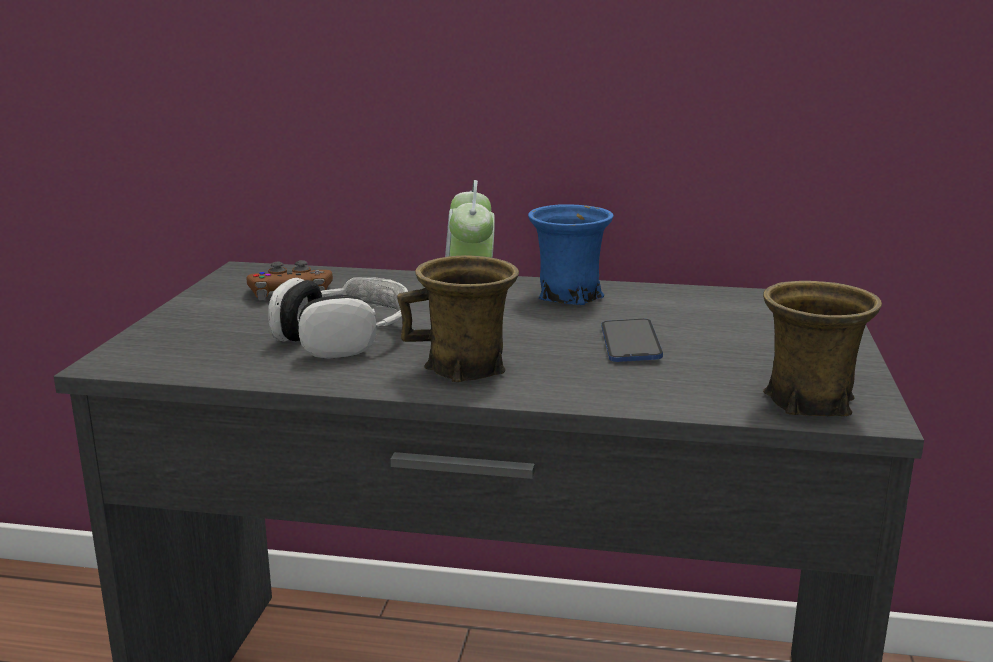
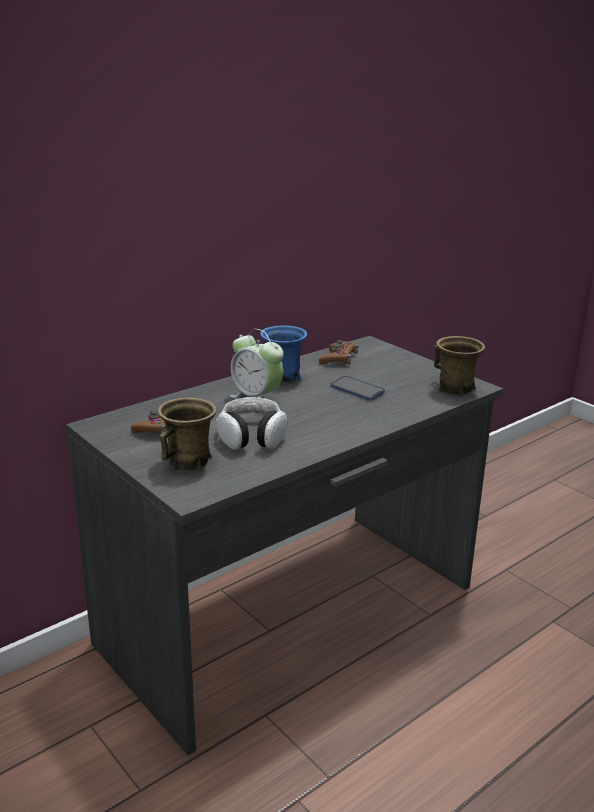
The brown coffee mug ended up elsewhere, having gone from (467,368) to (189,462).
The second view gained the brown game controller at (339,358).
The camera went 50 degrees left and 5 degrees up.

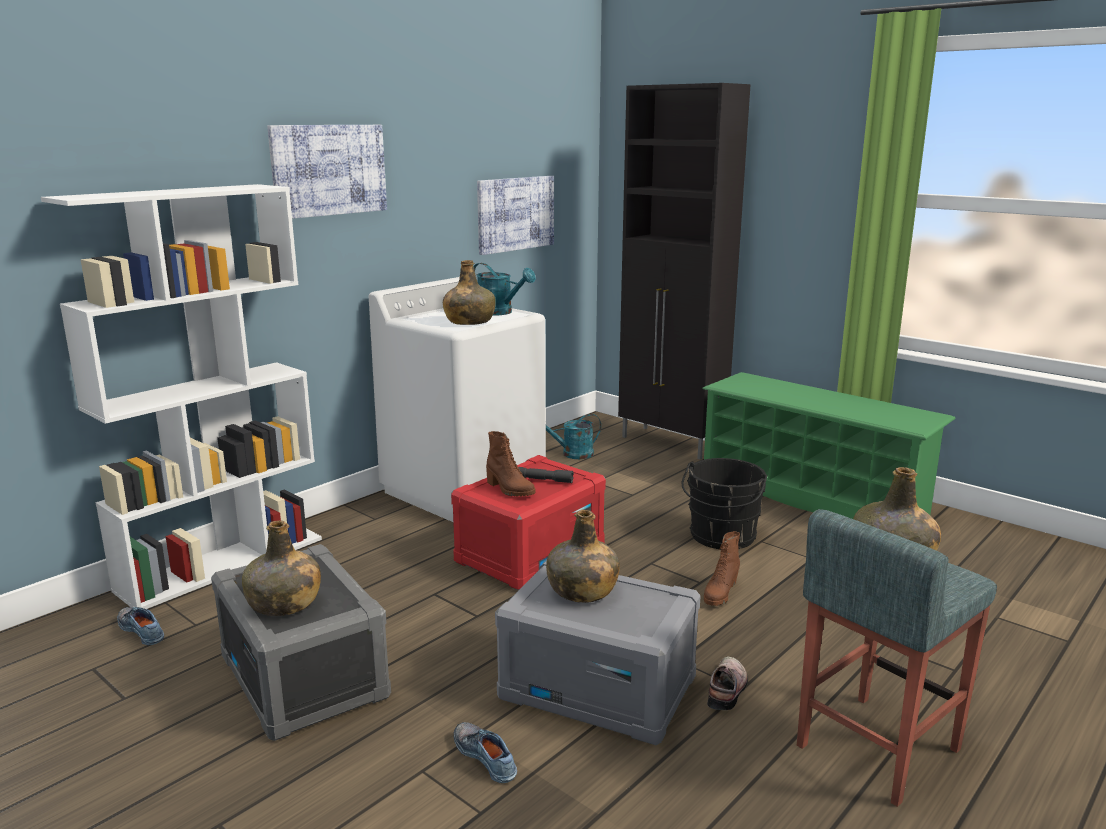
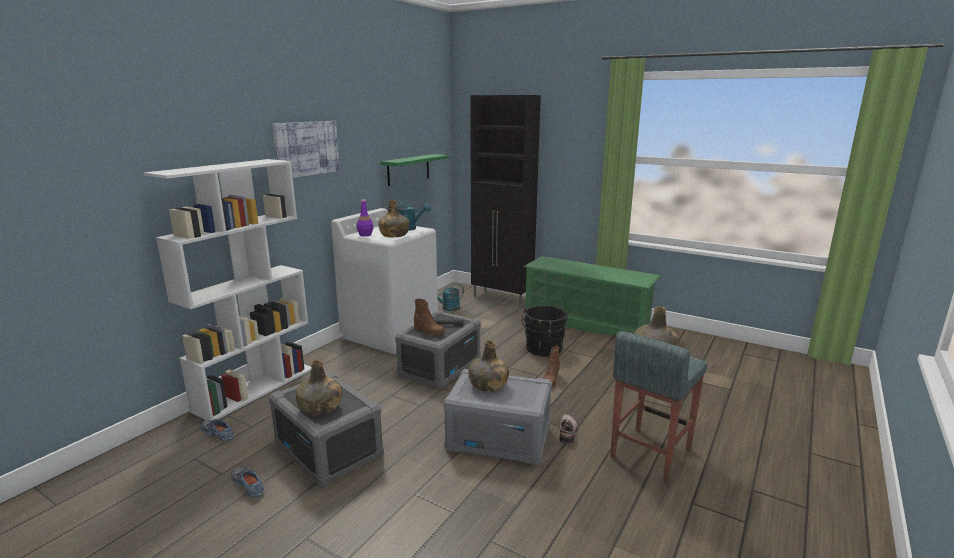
What was the reddish storage bin at (530,553) turned into the greyish storage bin at (439,367).
The low shoe ended up elsewhere, having gone from (487,757) to (249,484).
Where the wall picture hung at (515,214), the green-coloured shelf came to hang at (408,169).
The second view gained the purple bottle at (365,235).
The camera went 10 degrees left and 0 degrees up.

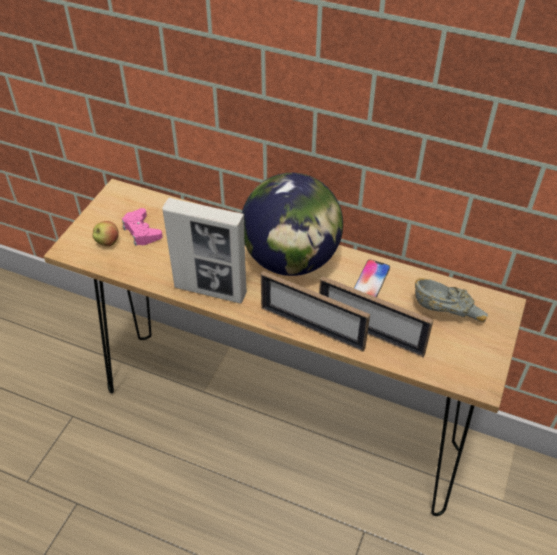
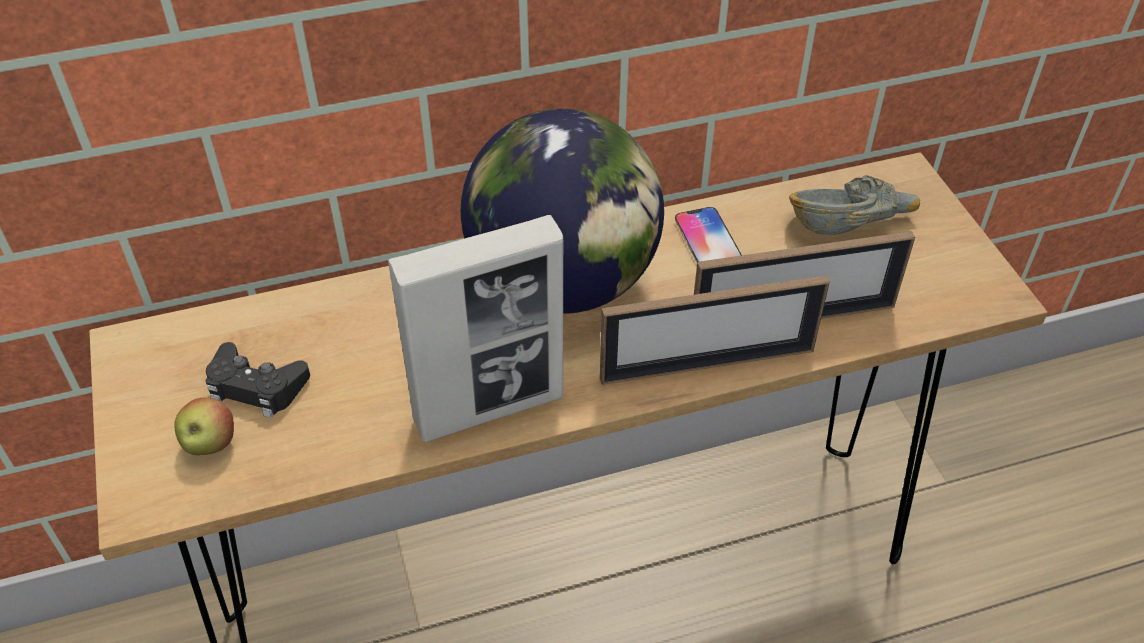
What was the pink game controller at (141,231) turned into the black-coloured game controller at (256,387).
The camera went 40 degrees left and 0 degrees up.

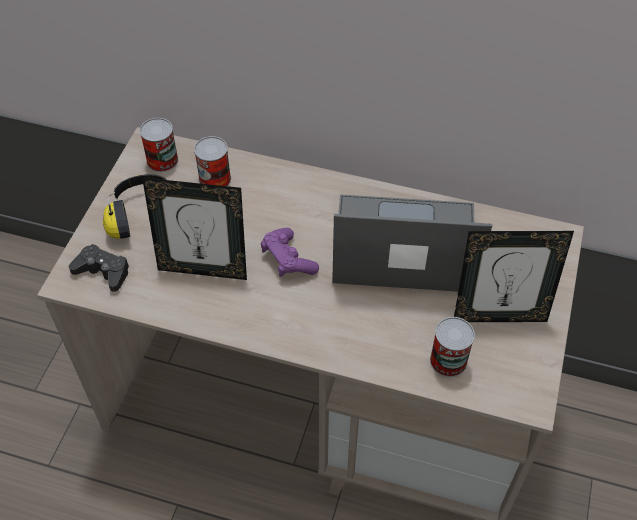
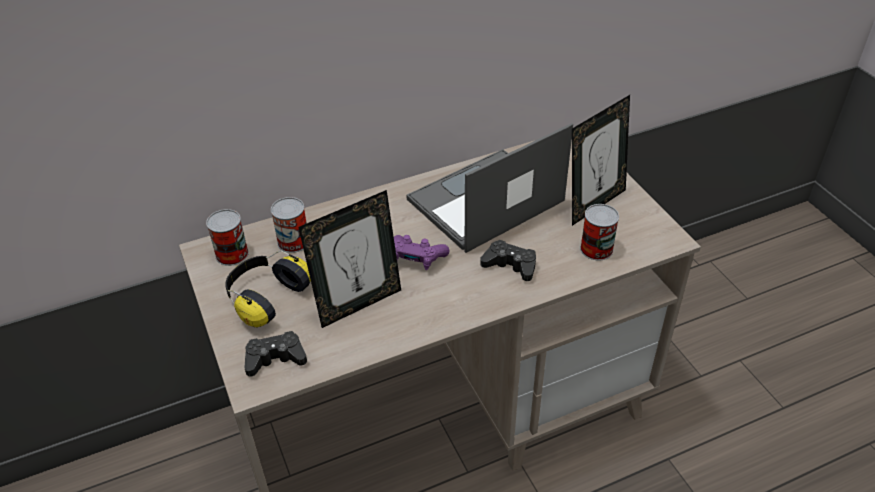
The second view gained the black-coloured game controller at (510,265).
The camera went 40 degrees left and 10 degrees down.

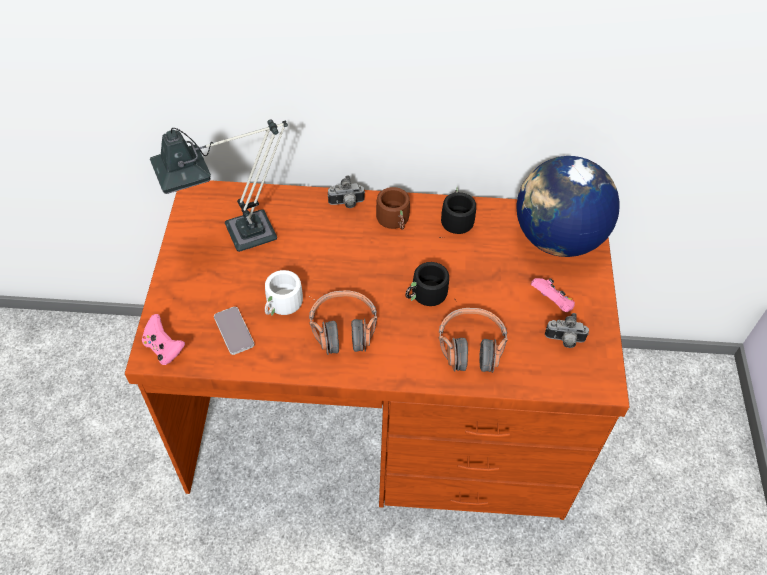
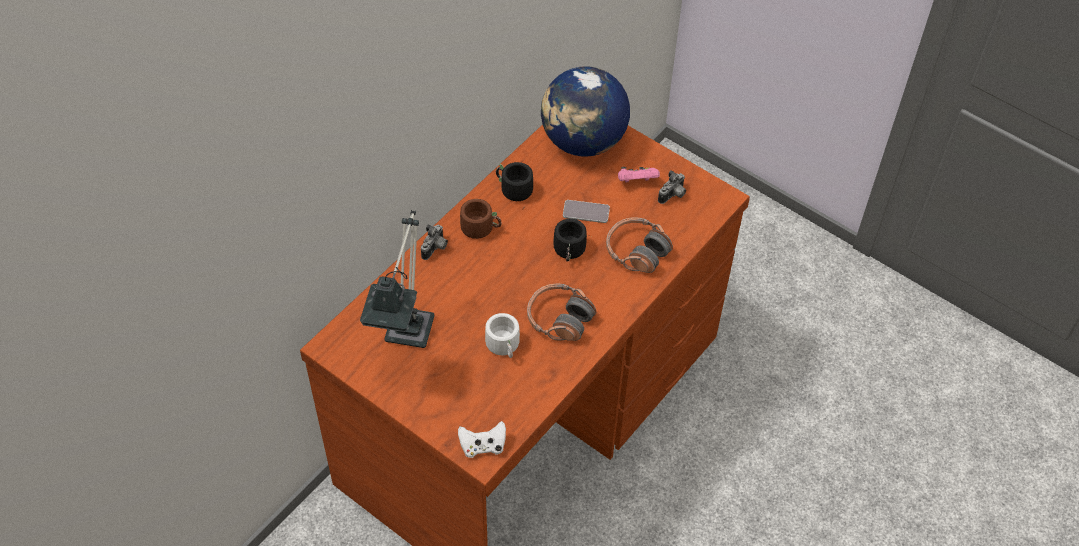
What was the pink game controller at (164,348) turned into the whitish game controller at (483,446).
The telephone ended up elsewhere, having gone from (234,331) to (586,212).
The camera went 55 degrees left and 0 degrees up.

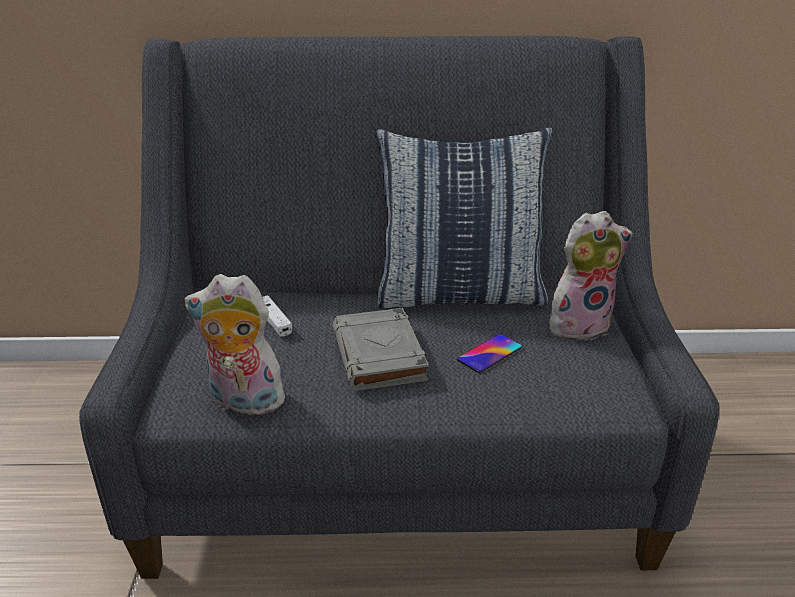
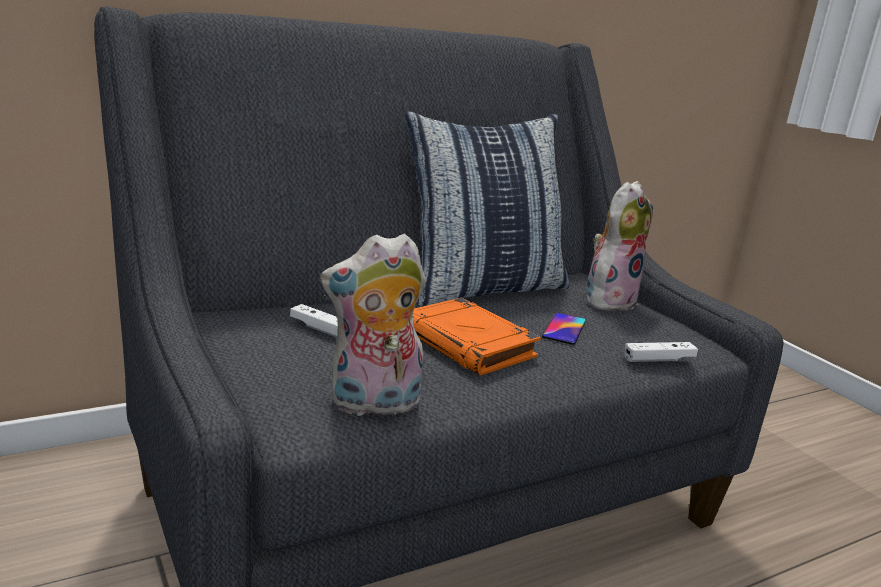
What was the greyish bound book at (379,356) turned into the orange bound book at (469,344).
The second view gained the whitish game controller at (659,359).
The camera went 30 degrees left and 10 degrees down.

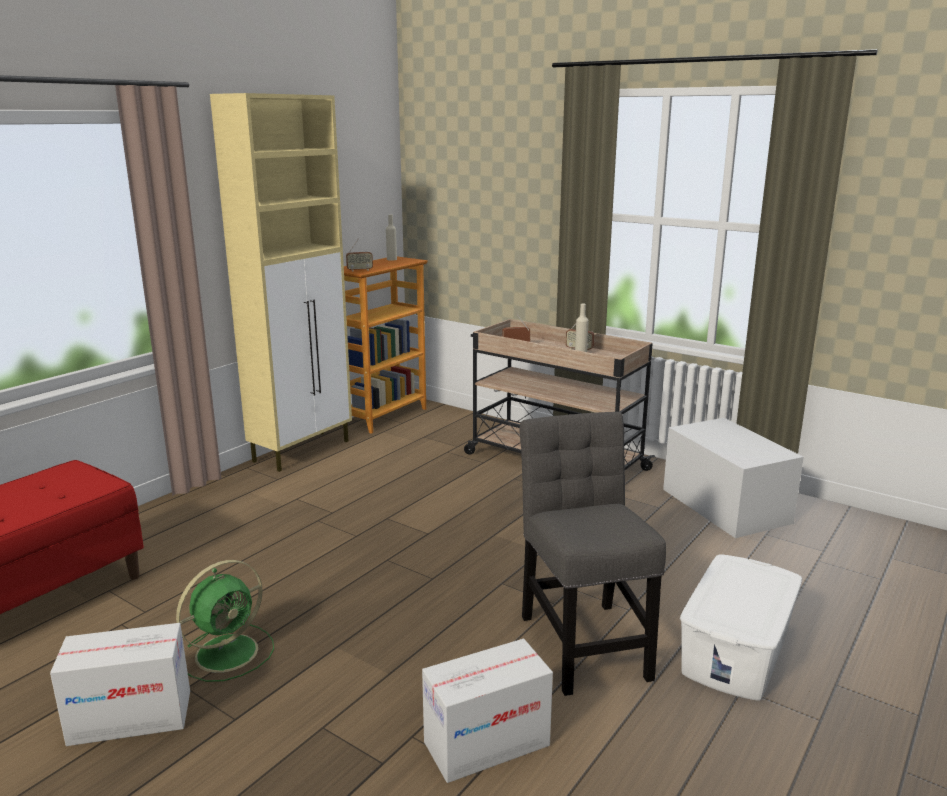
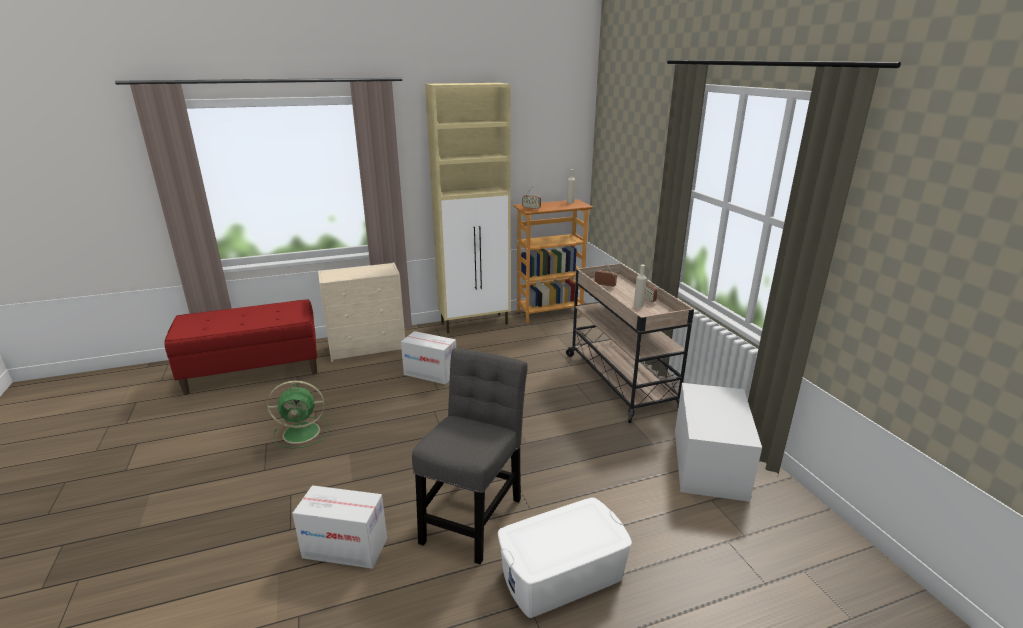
The cardboard box ended up elsewhere, having gone from (131,717) to (430,373).
The second view gained the beige chest of drawers at (368,348).
The camera went 35 degrees right and 5 degrees up.

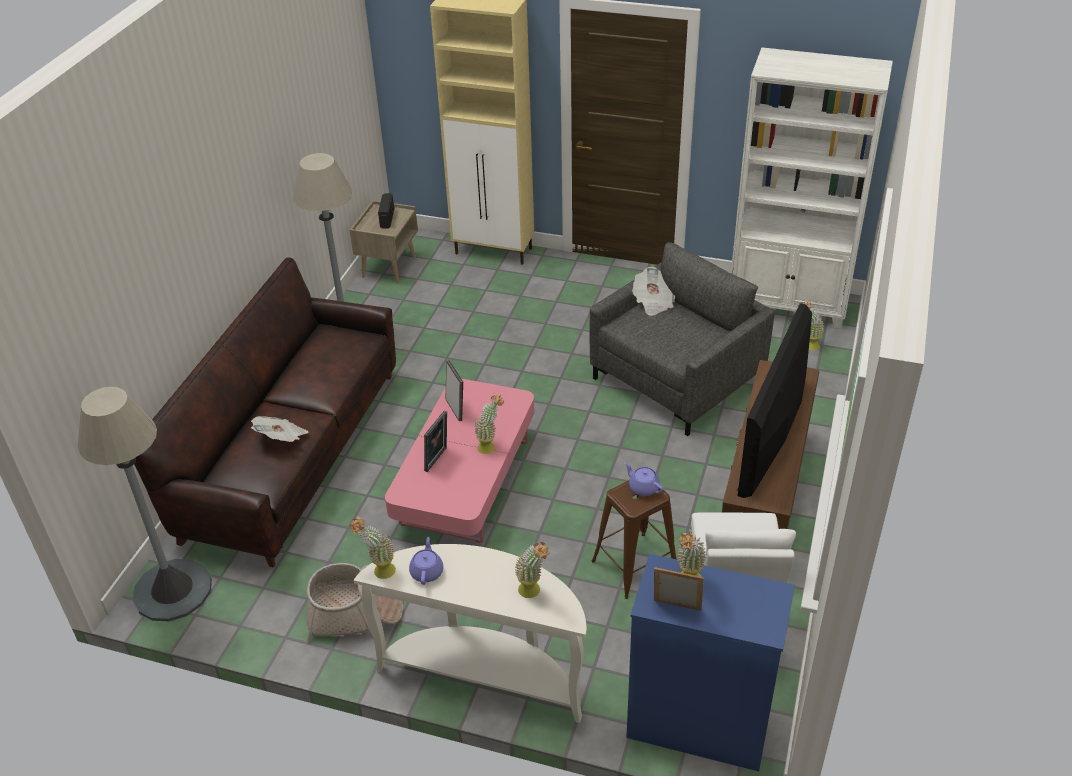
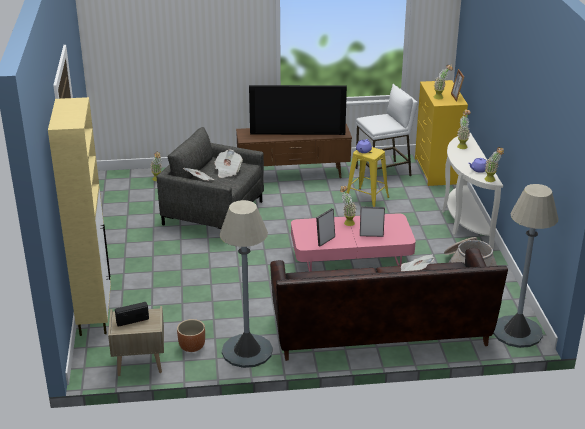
What was the brown stool at (635,565) turned into the yellow-coloured stool at (366,199).
What was the bluish chest of drawers at (697,723) turned into the yellow-coloured chest of drawers at (437,171).
The second view lost the whitish shelving unit at (789,305).
The second view gained the brown flower pot at (192,346).
The second view gained the daily paper at (227,171).
The camera went 115 degrees left and 10 degrees down.

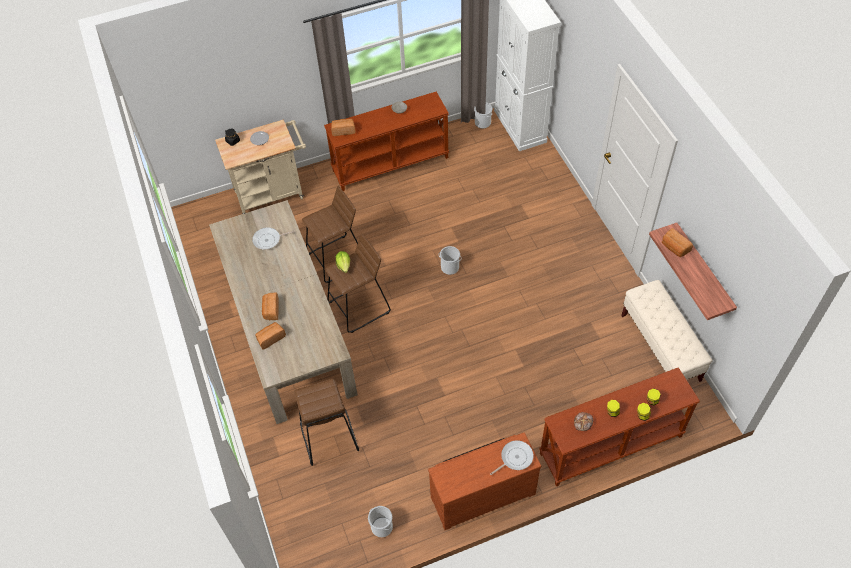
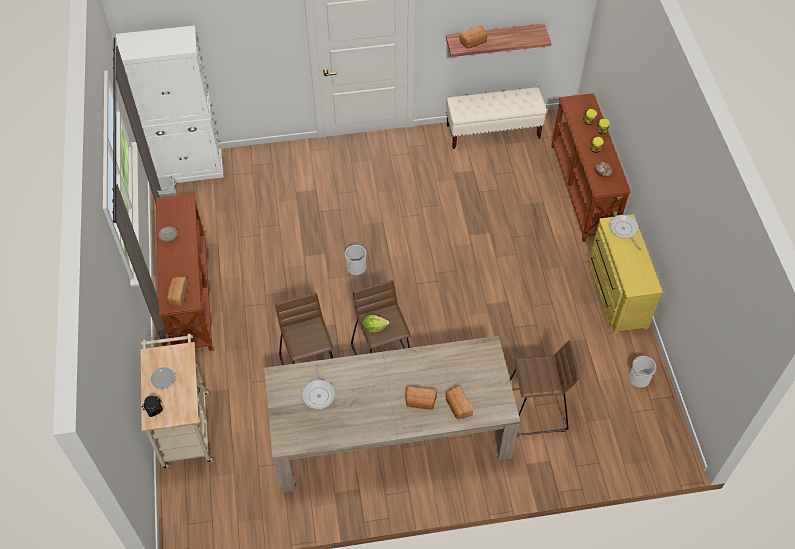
What was the brown chest of drawers at (481,493) turned into the yellow-coloured chest of drawers at (615,293).
The camera went 80 degrees left and 0 degrees up.

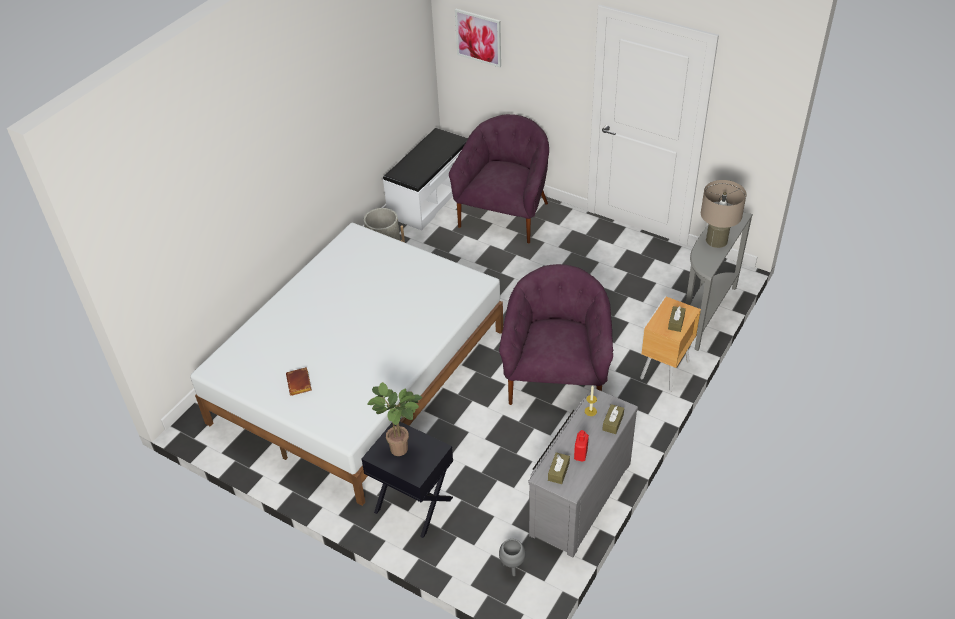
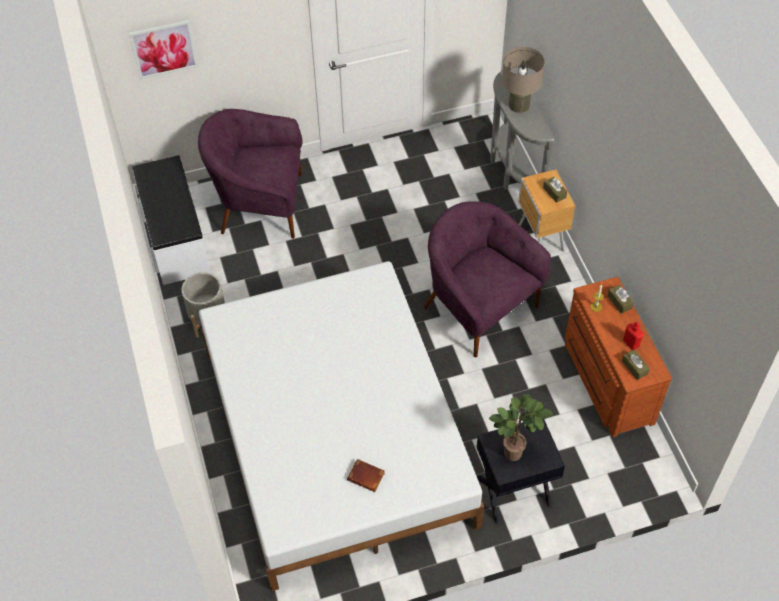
The purple lounge chair at (505,214) ended up facing another way, 60 degrees counterclockwise from before.
The second view lost the greyish flower pot at (512,567).
What was the greyish chest of drawers at (578,497) turned into the brown chest of drawers at (605,381).
The camera went 50 degrees left and 10 degrees up.

